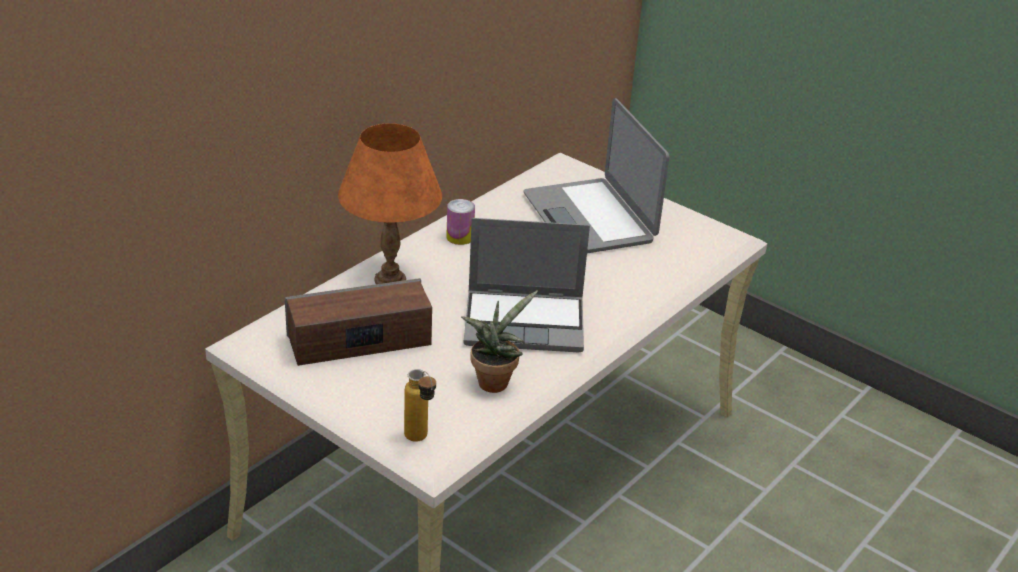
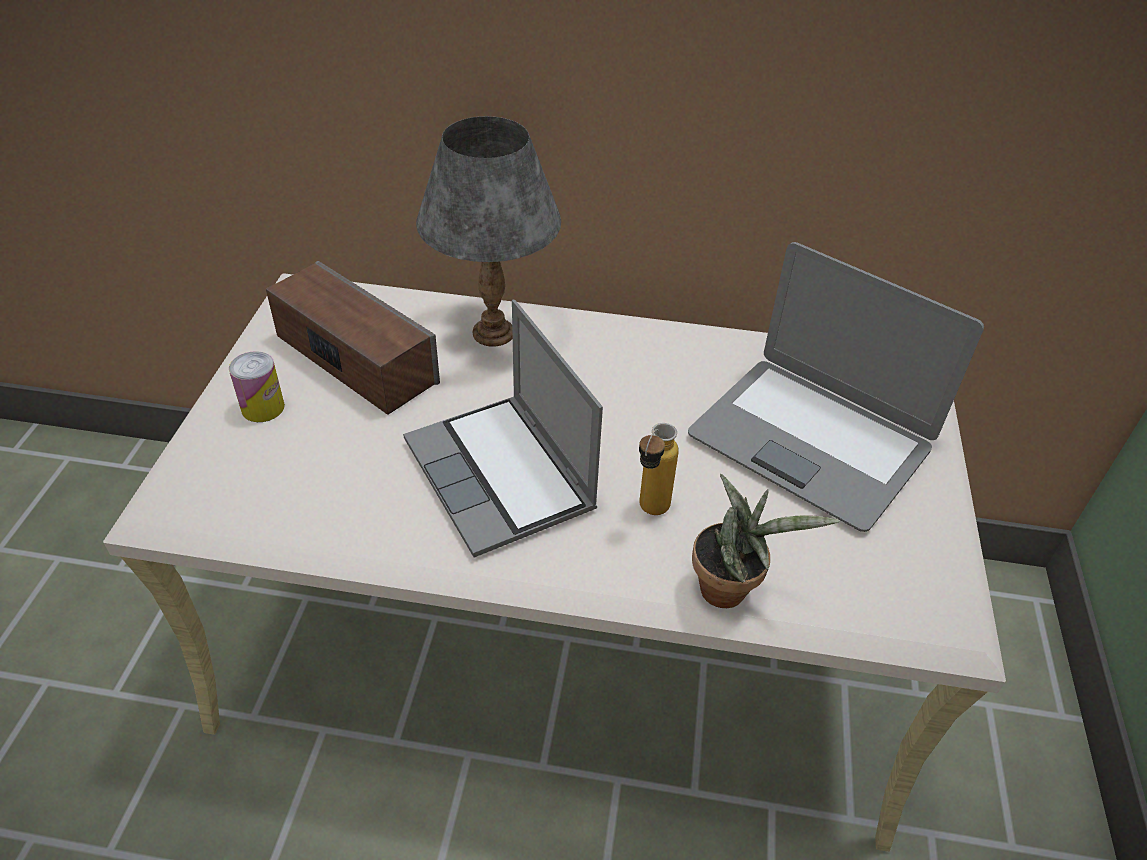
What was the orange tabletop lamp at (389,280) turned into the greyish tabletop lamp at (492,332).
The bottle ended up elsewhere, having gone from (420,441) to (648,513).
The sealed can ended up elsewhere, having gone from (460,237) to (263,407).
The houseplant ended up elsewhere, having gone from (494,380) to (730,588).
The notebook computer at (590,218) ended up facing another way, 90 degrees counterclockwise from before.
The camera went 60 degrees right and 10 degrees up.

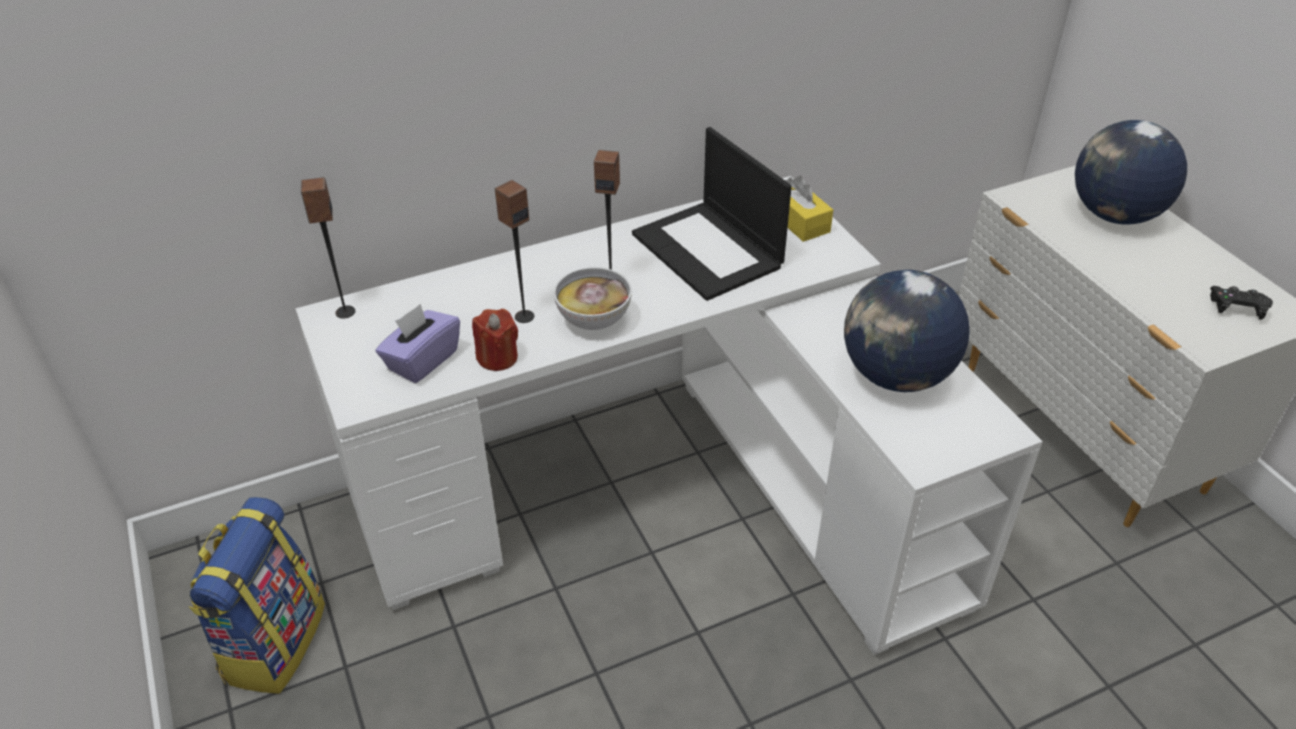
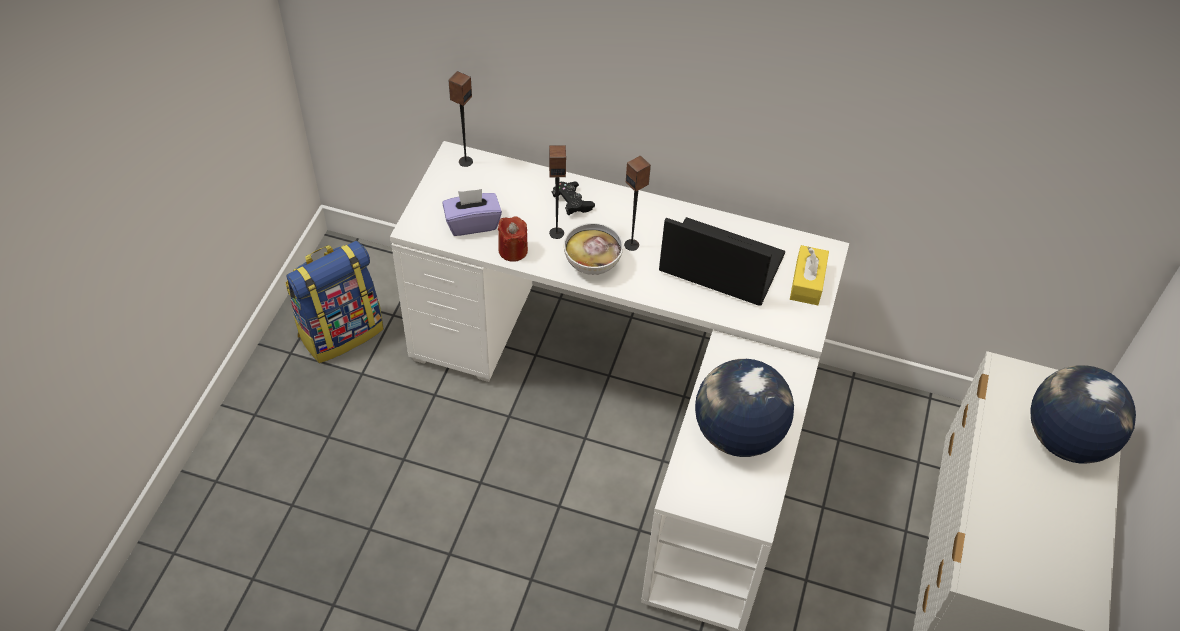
The notebook computer at (709,251) ended up facing another way, 105 degrees clockwise from before.
The black-coloured game controller ended up elsewhere, having gone from (1236,309) to (572,203).
The camera went 40 degrees right and 10 degrees up.

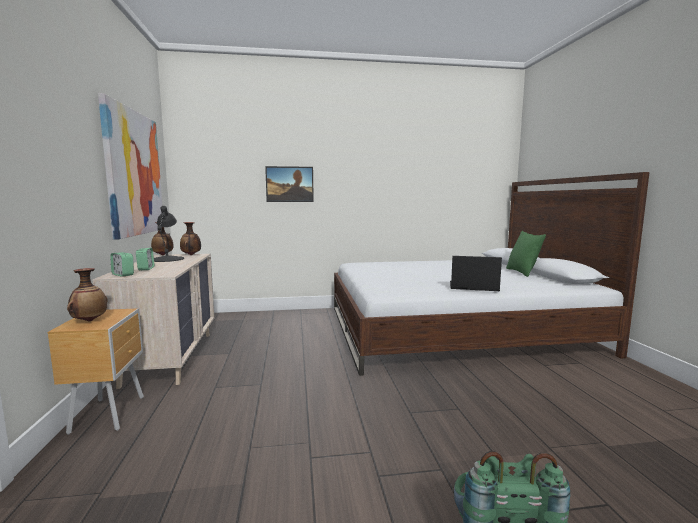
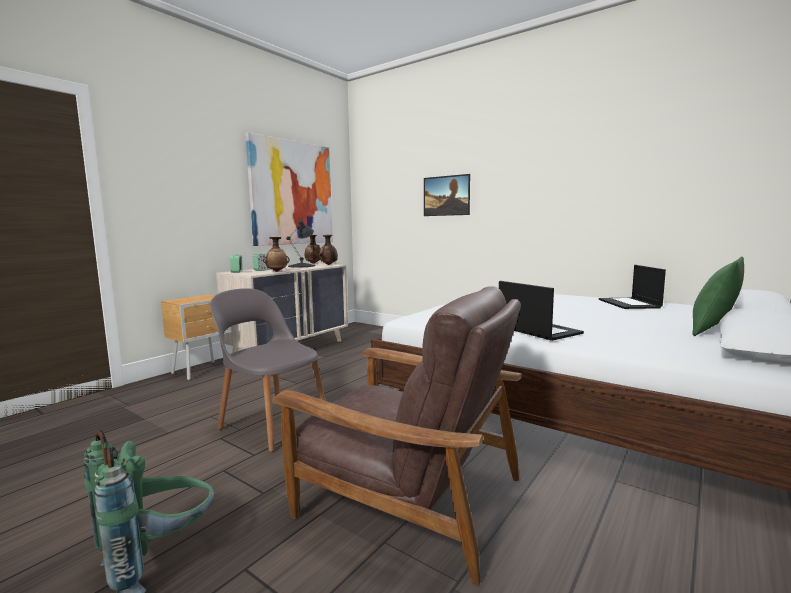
The decorative vase ended up elsewhere, having gone from (89,321) to (277,271).
The second view gained the greyish upright chair at (272,424).
The second view gained the brown lounge chair at (407,496).
The second view gained the notebook computer at (629,304).
The camera went 45 degrees right and 0 degrees up.

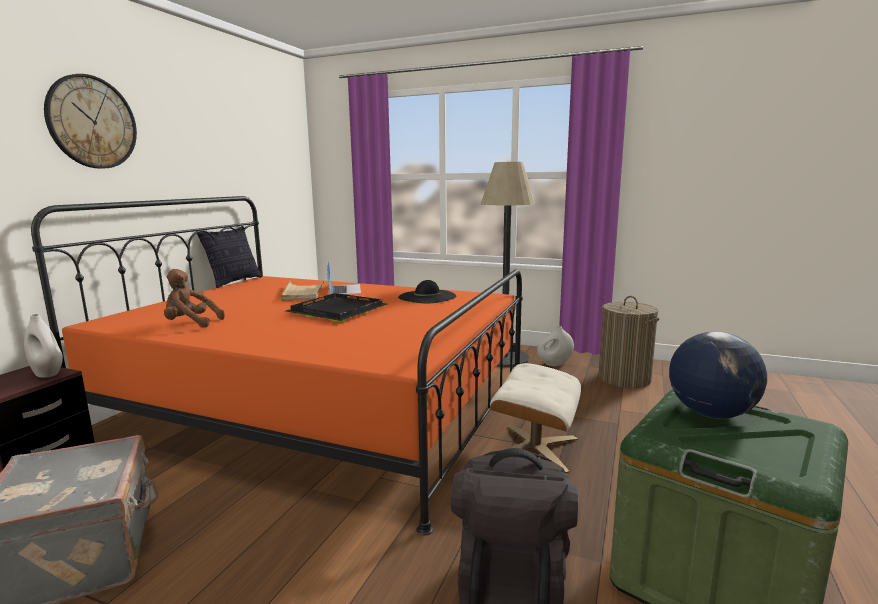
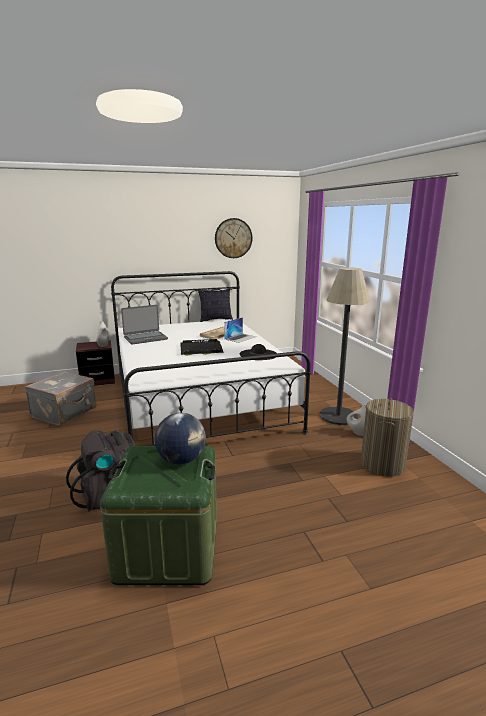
What was the orange bed at (319,408) turned into the whitish bed at (198,399).
The clock on the wall ended up elsewhere, having gone from (92,122) to (233,238).
Where the brown cuddly toy stood at (190,324), the notebook computer came to stand at (145,338).
The second view lost the beige pouffe at (535,448).
The camera went 50 degrees right and 5 degrees up.

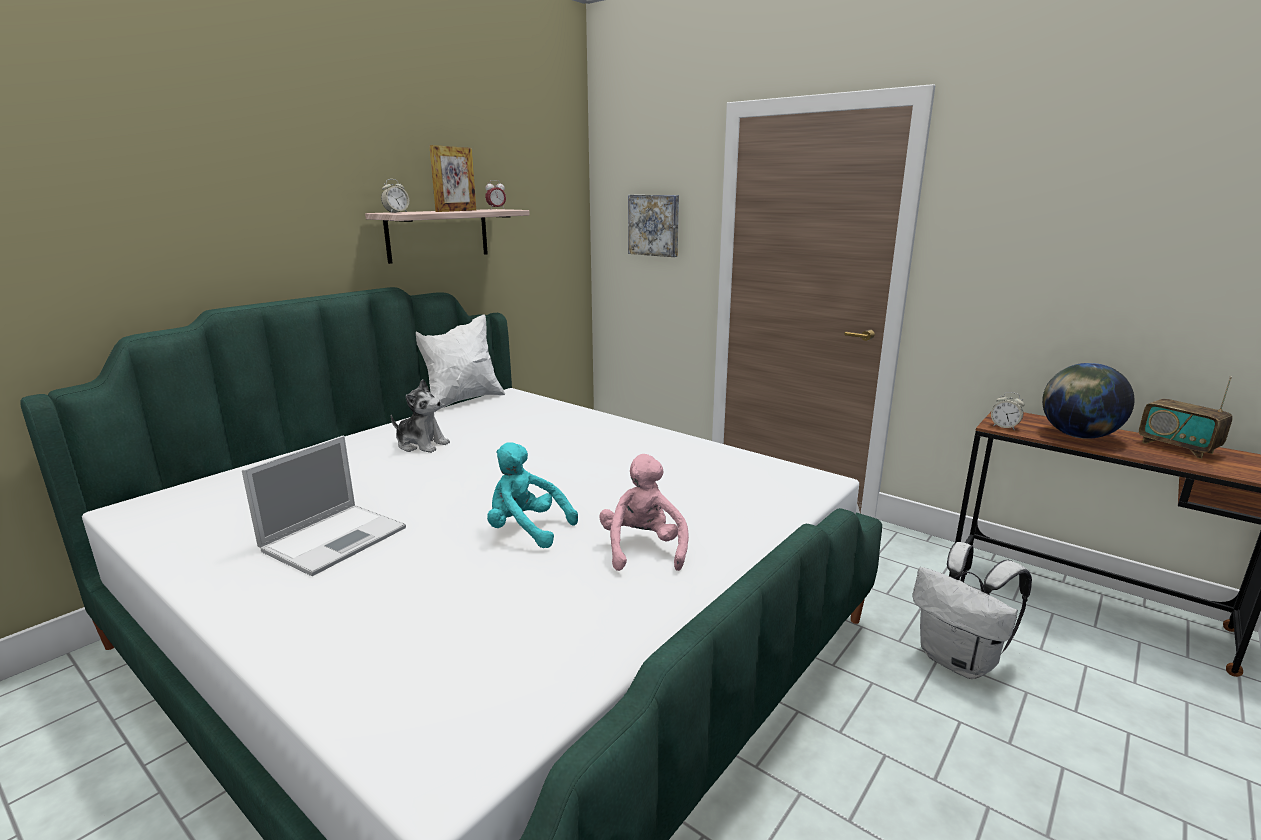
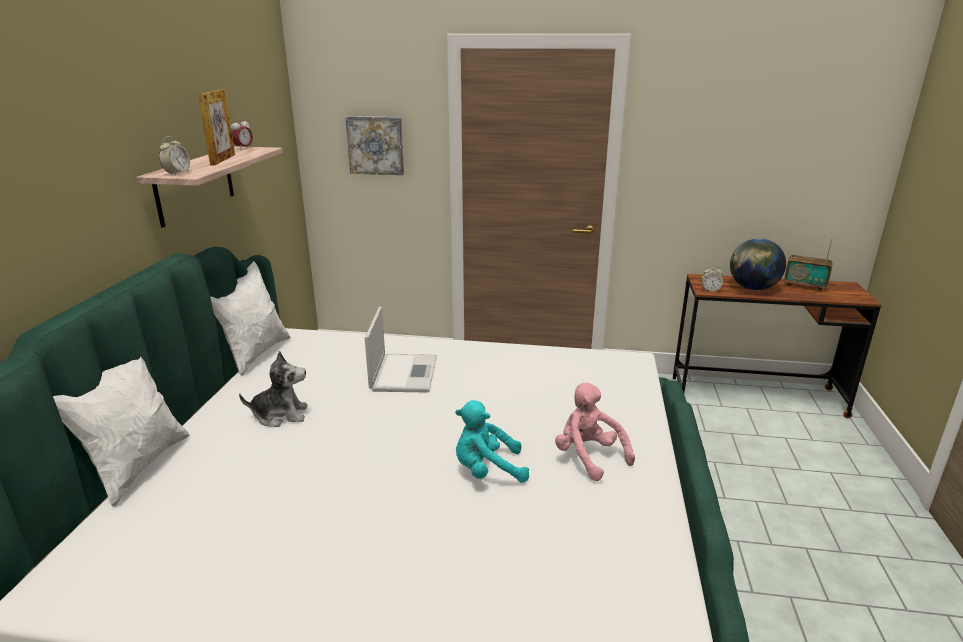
The notebook computer ended up elsewhere, having gone from (336,538) to (404,373).
The second view lost the whitish backpack at (959,661).
The second view gained the whitish cushion at (137,466).
The camera went 30 degrees left and 5 degrees up.

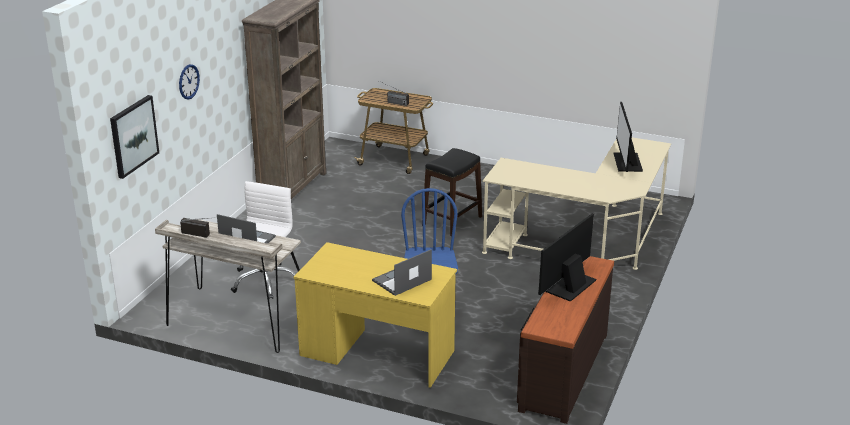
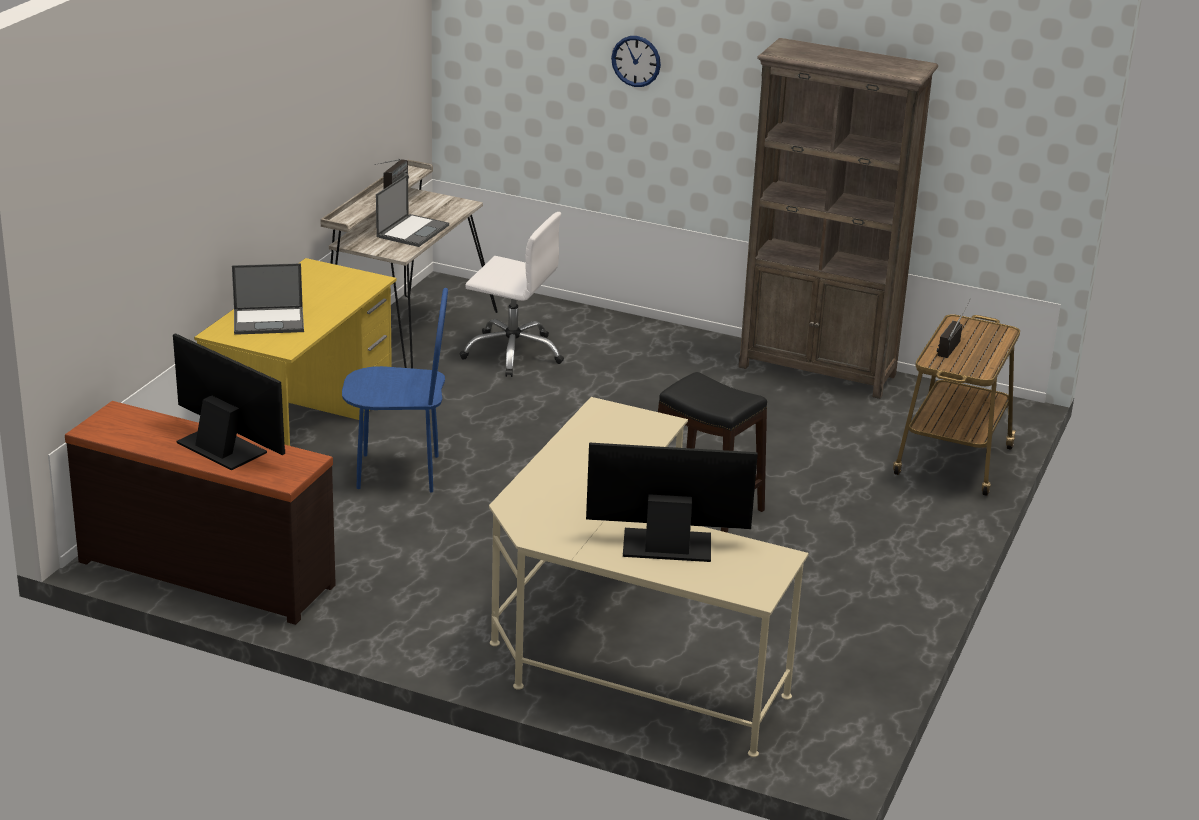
The second view lost the wall picture at (133,136).
The notebook computer at (401,280) ended up facing another way, 120 degrees clockwise from before.
The camera went 90 degrees right and 0 degrees up.

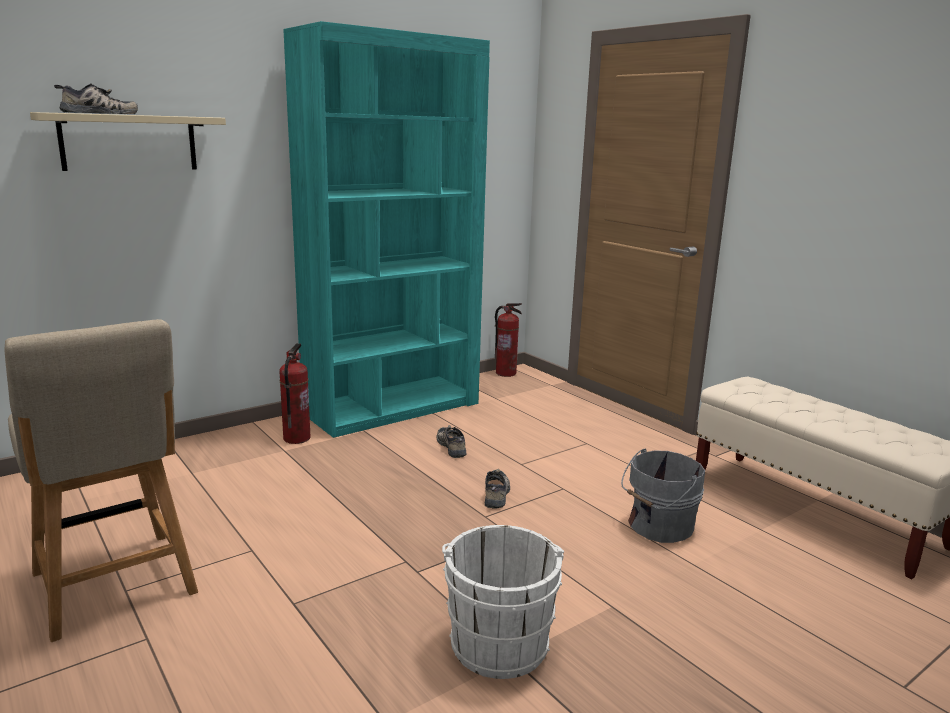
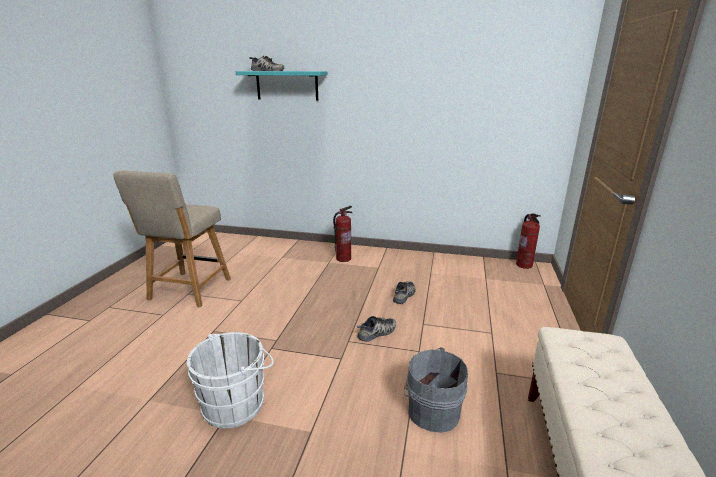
What was the beige shelf at (129,142) turned into the blue-green shelf at (287,85).
The second view lost the blue-green shelving unit at (393,408).
The camera went 50 degrees right and 5 degrees up.

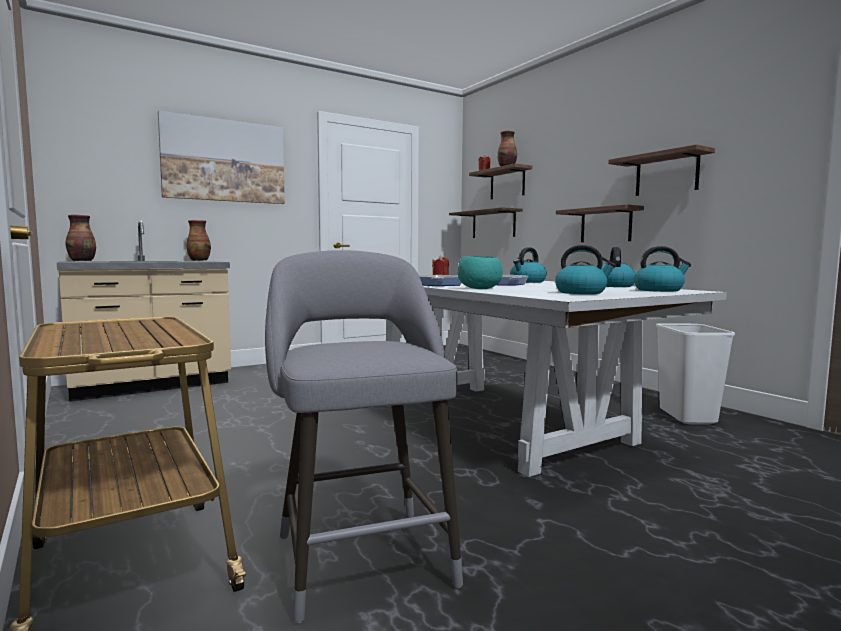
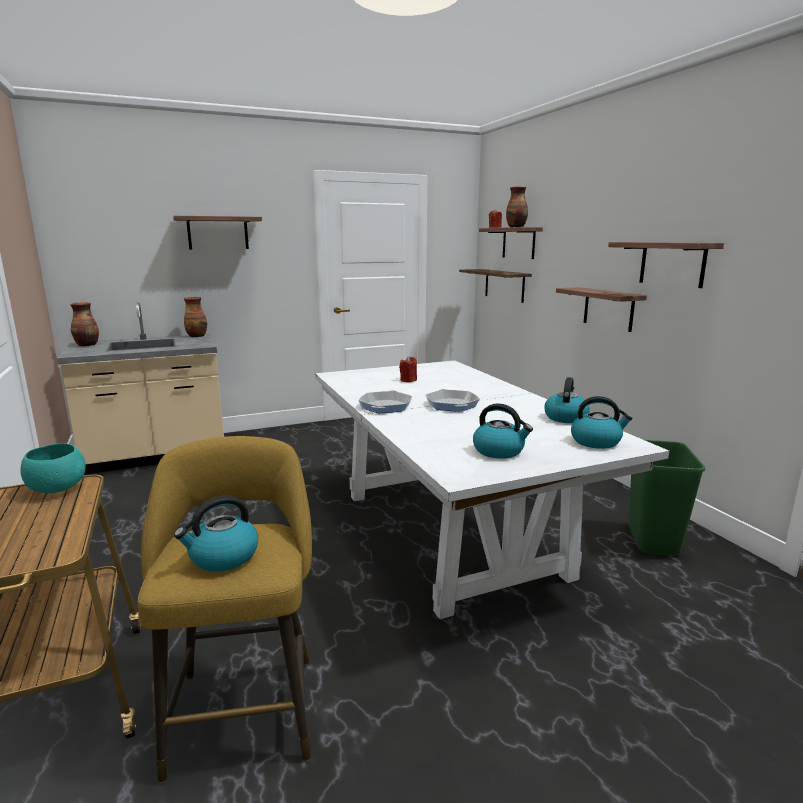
Where the wall picture hung at (224,161), the shelf came to hang at (218,233).
What was the greyish stool at (361,554) turned into the yellow-coloured stool at (244,706).
The blue-green deep dish ended up elsewhere, having gone from (480,288) to (57,488).
The tea kettle ended up elsewhere, having gone from (527,282) to (223,557).
What was the whitish rubbish bin at (688,417) turned into the green-coloured rubbish bin at (654,541).
The camera went 10 degrees right and 10 degrees up.

